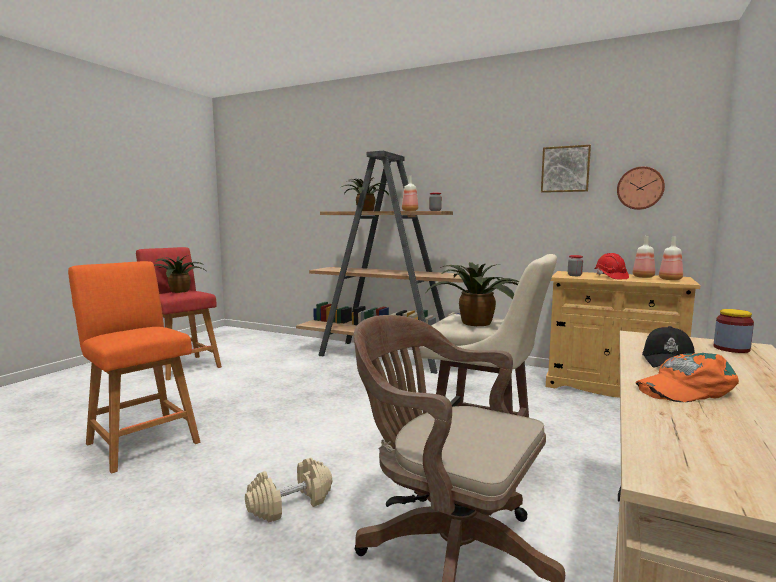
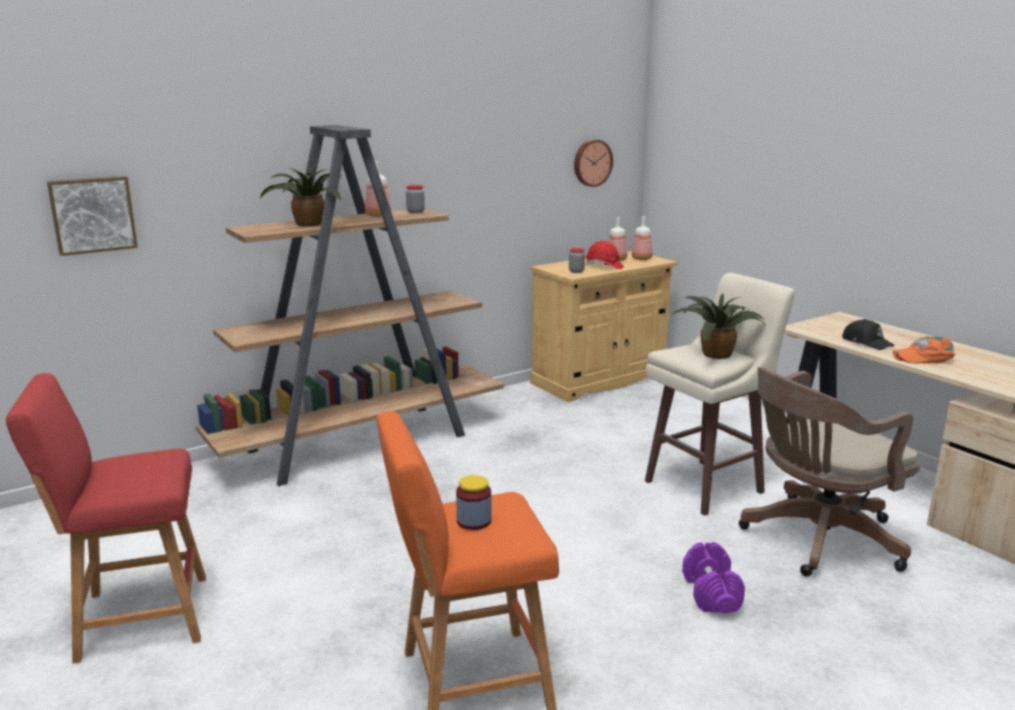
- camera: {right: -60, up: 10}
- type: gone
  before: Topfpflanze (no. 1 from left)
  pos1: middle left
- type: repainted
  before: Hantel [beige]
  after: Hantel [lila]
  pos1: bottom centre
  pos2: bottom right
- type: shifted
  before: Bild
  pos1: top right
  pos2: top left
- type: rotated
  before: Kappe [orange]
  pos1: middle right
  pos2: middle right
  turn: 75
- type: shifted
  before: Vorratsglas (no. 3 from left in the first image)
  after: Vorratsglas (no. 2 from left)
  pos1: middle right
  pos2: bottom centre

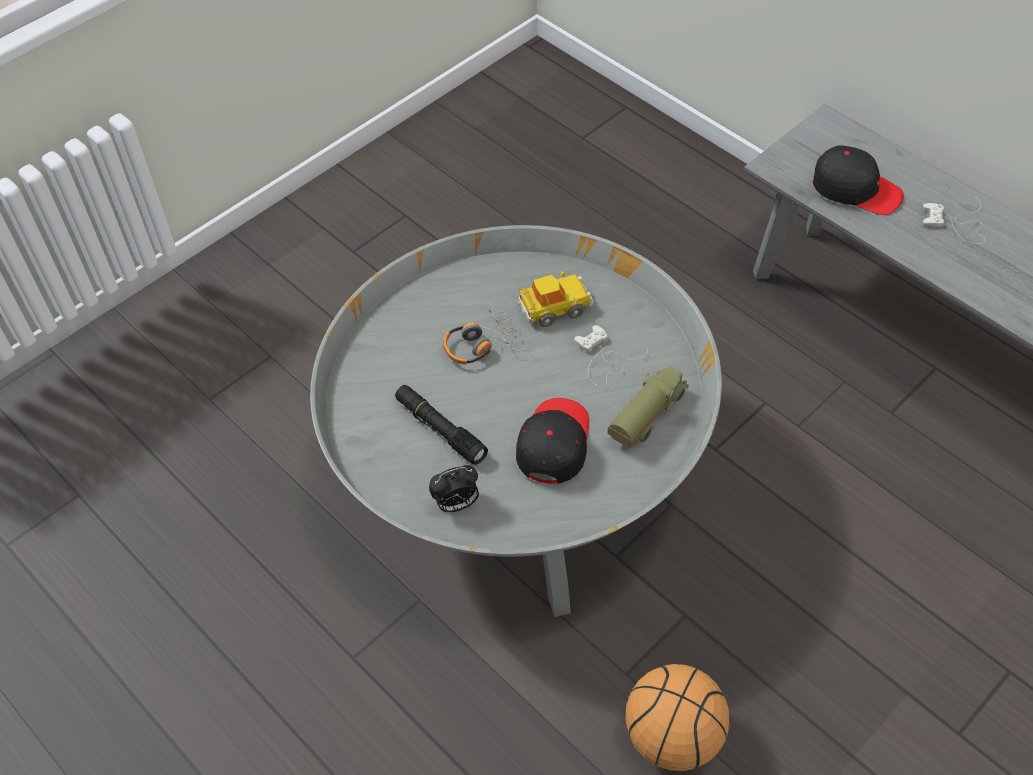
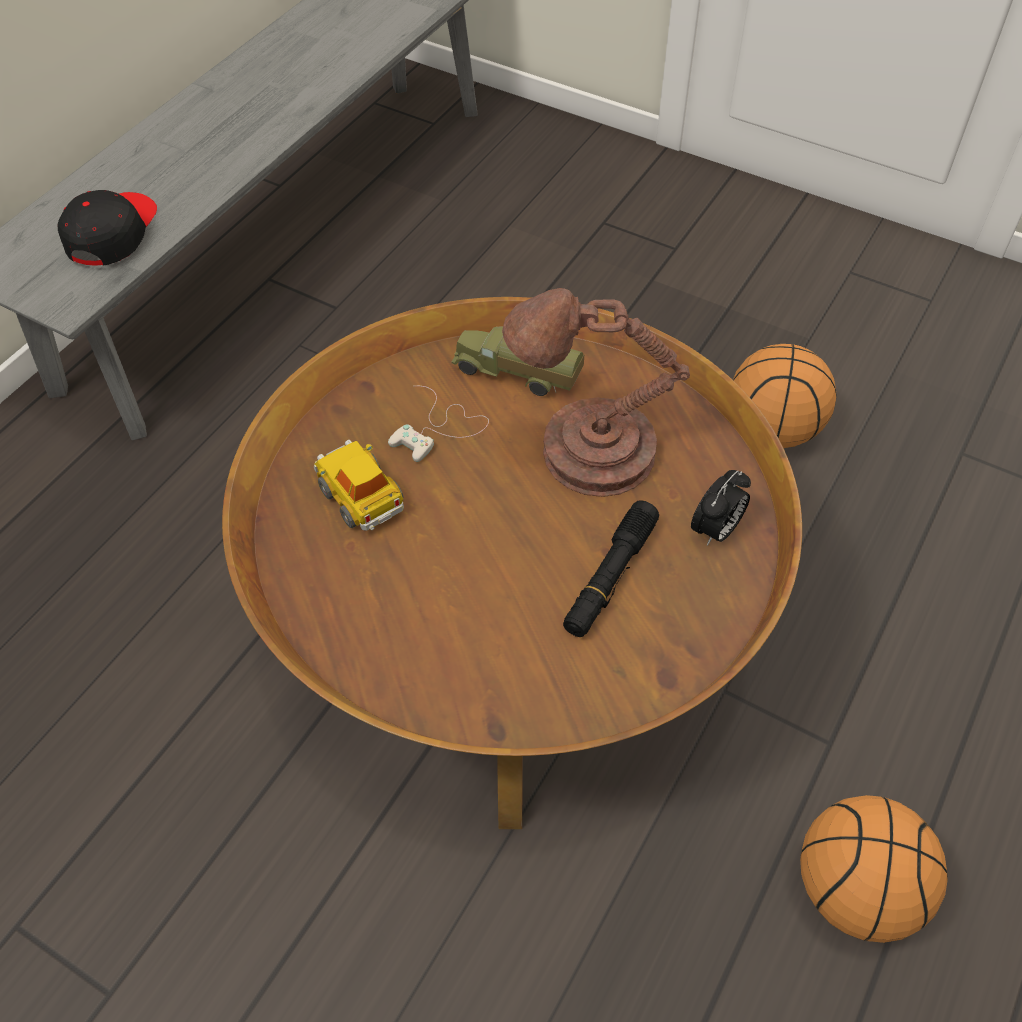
- camera: {right: -105, up: 0}
- type: repainted
  before: Couchtisch [grau]
  after: Couchtisch [braun]
  pos1: centre
  pos2: centre
- type: rotated
  before: Wecker
  pos1: centre
  pos2: middle right
  turn: 75
- type: gone
  before: Kopfhörer
  pos1: centre
- type: swapped
  before: Kappe [schwarz] (no. 1 from left)
  after: Tischlampe [braun]
  pos1: centre
  pos2: centre
- type: gone
  before: Gamepad [weiß] (no. 2 from left)
  pos1: top right
- type: new
  after: Basketball (no. 2 from left)
  pos2: bottom right

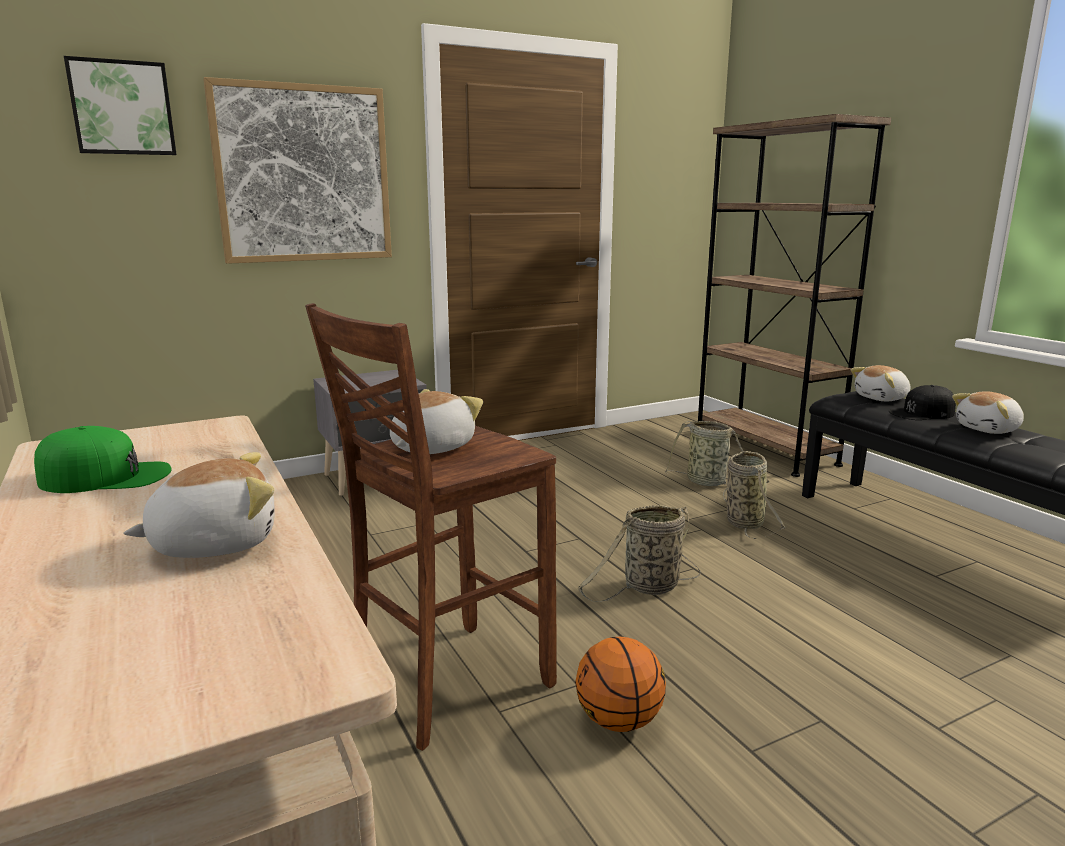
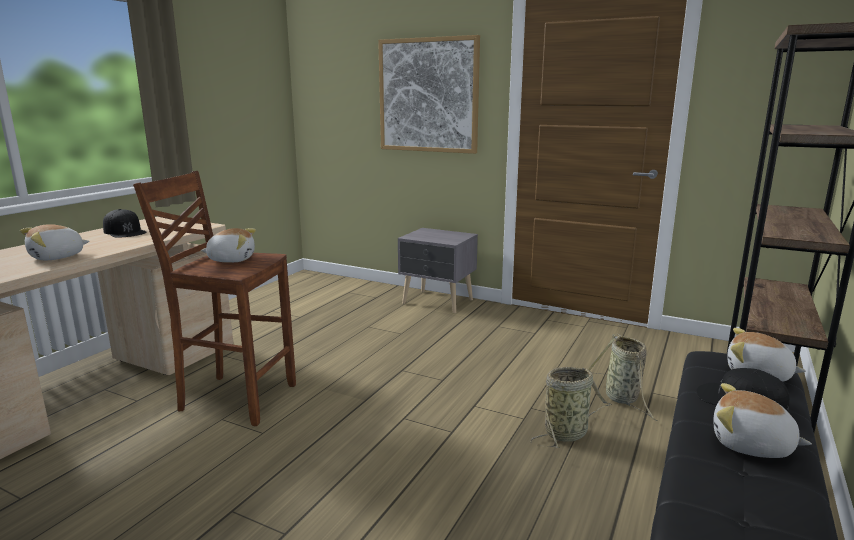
- camera: {right: 55, up: 0}
- type: repainted
  before: Kappe [grün]
  after: Kappe [schwarz] (no. 1 from left)
  pos1: middle left
  pos2: middle left
- type: gone
  before: Bild (no. 1 from left)
  pos1: top left
- type: rotated
  before: Plüschtier (no. 1 from left)
  pos1: middle left
  pos2: middle left
  turn: 105
- type: gone
  before: Basketball
  pos1: bottom centre
- type: gone
  before: Korb (no. 1 from left)
  pos1: centre

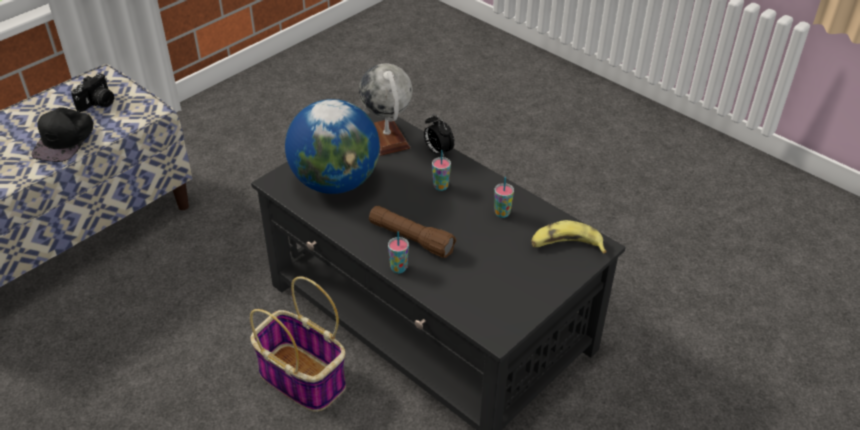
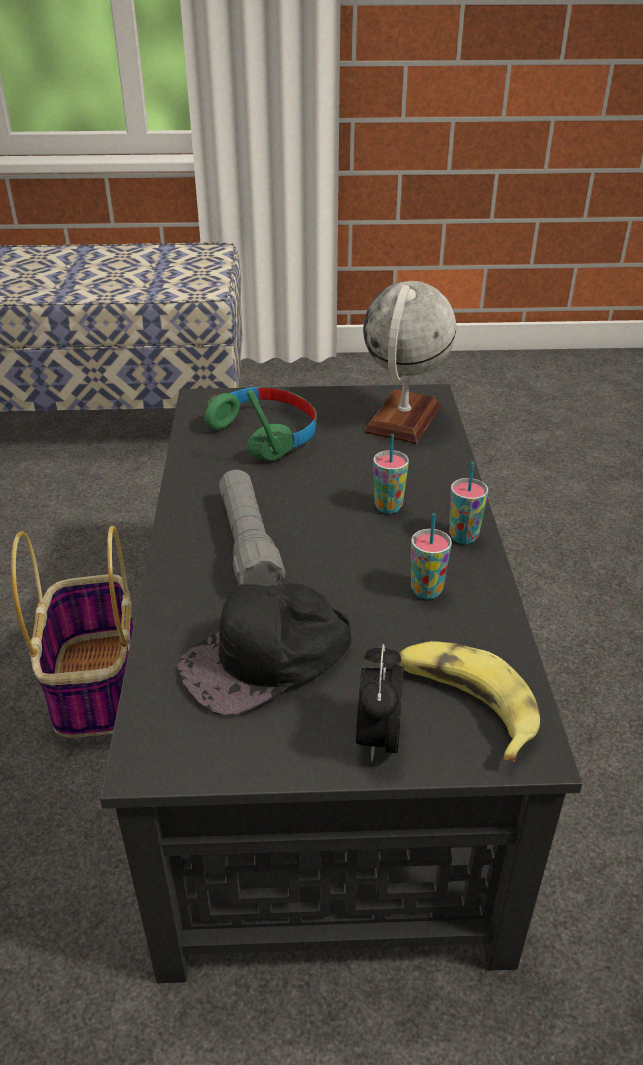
- camera: {right: 45, up: -5}
- type: shifted
  before: Kappe [schwarz]
  pos1: top left
  pos2: centre
- type: gone
  before: Kamera
  pos1: top left
- type: swapped
  before: Globus (no. 1 from left)
  after: Kopfhörer [grün]
  pos1: centre
  pos2: centre
- type: repainted
  before: Taschenlampe [braun]
  after: Taschenlampe [grau]
  pos1: centre
  pos2: centre
- type: shifted
  before: Tasse (no. 1 from left in the first image)
  after: Tasse (no. 3 from left)
  pos1: centre
  pos2: middle right
- type: shifted
  before: Wecker
  pos1: top centre
  pos2: centre

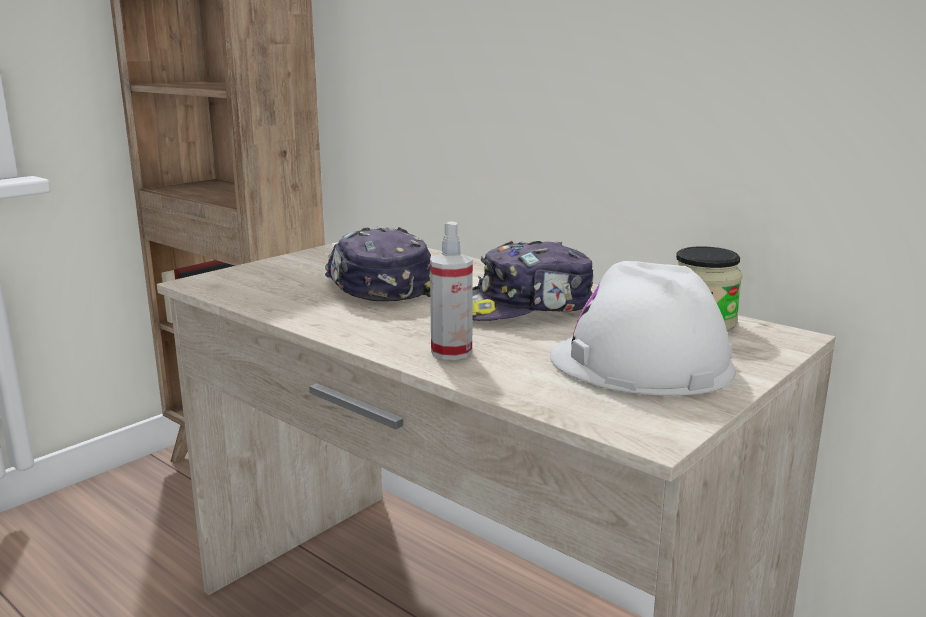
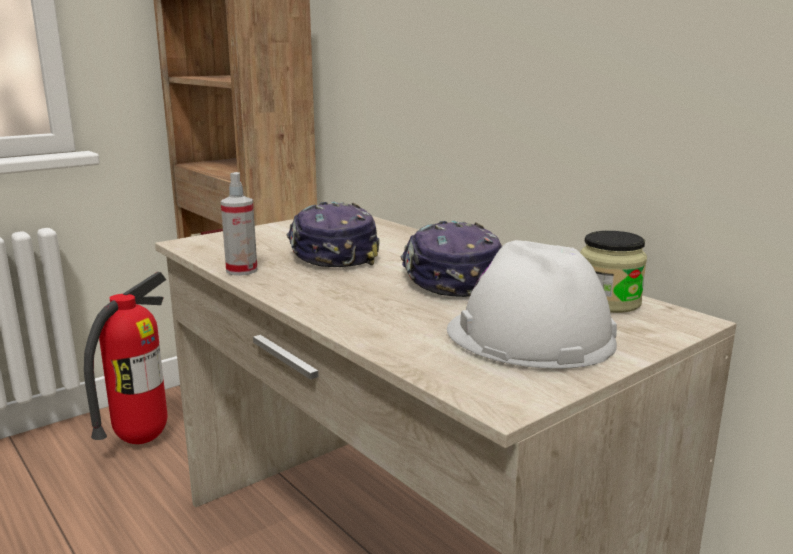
- camera: {right: 10, up: 0}
- type: shifted
  before: Sprühflasche
  pos1: centre
  pos2: middle left
- type: rotated
  before: Kappe (no. 2 from left)
  pos1: centre
  pos2: centre
  turn: 90
- type: new
  after: Feuerlöscher
  pos2: middle left

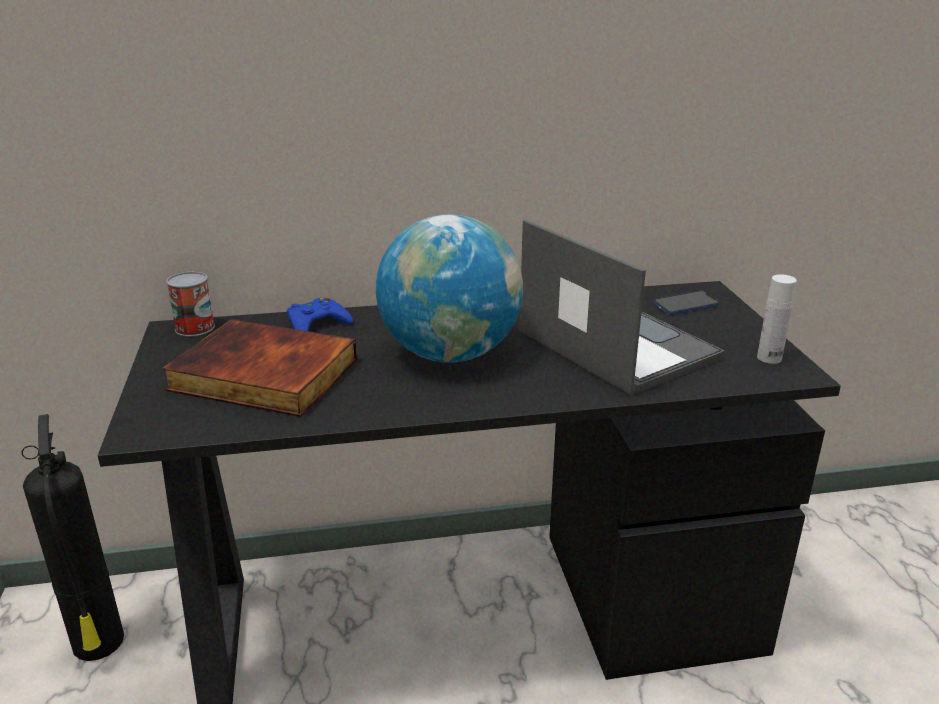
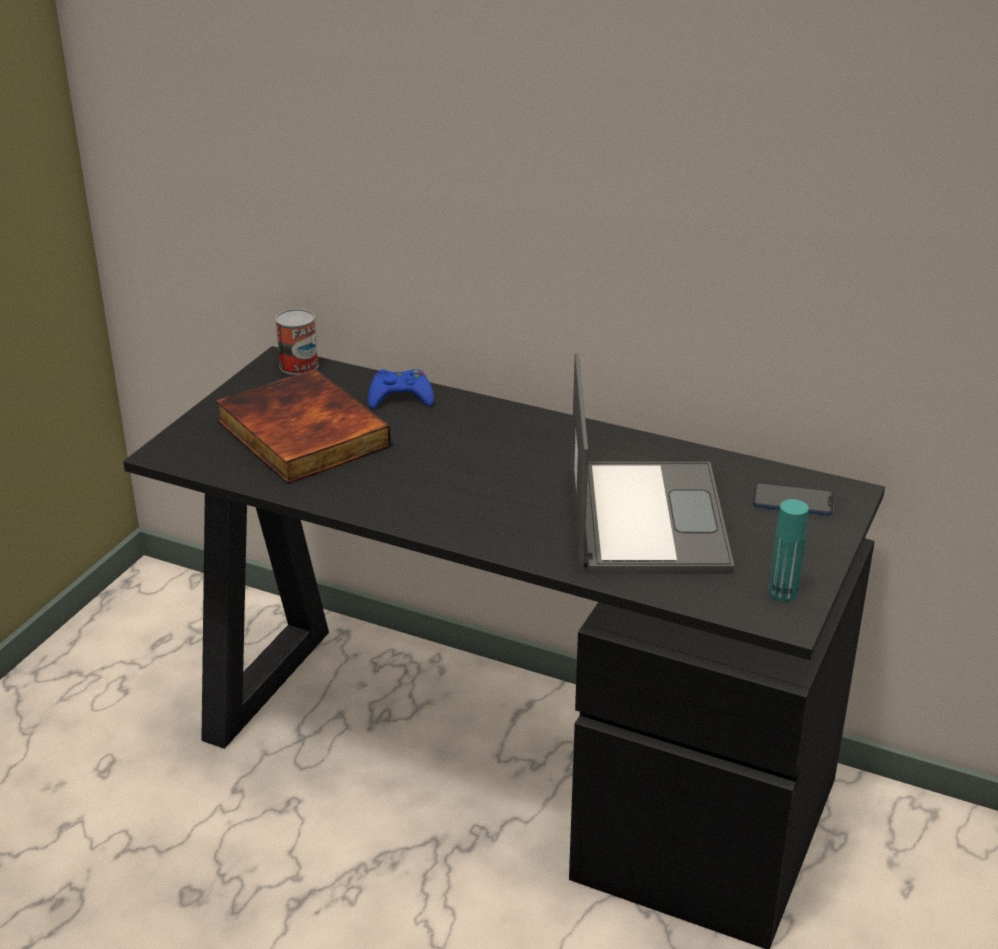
- camera: {right: 35, up: 5}
- type: gone
  before: Feuerlöscher
  pos1: bottom left
- type: gone
  before: Globus
  pos1: centre
- type: repainted
  before: Flasche [weiß]
  after: Flasche [türkis]
  pos1: middle right
  pos2: middle right

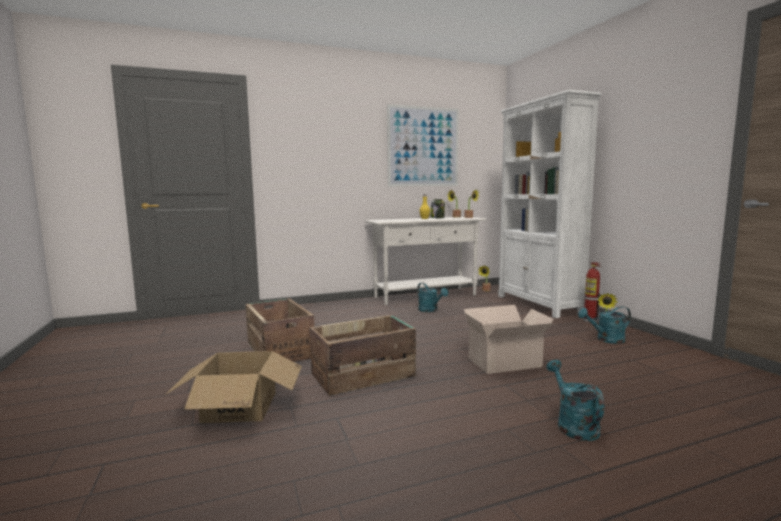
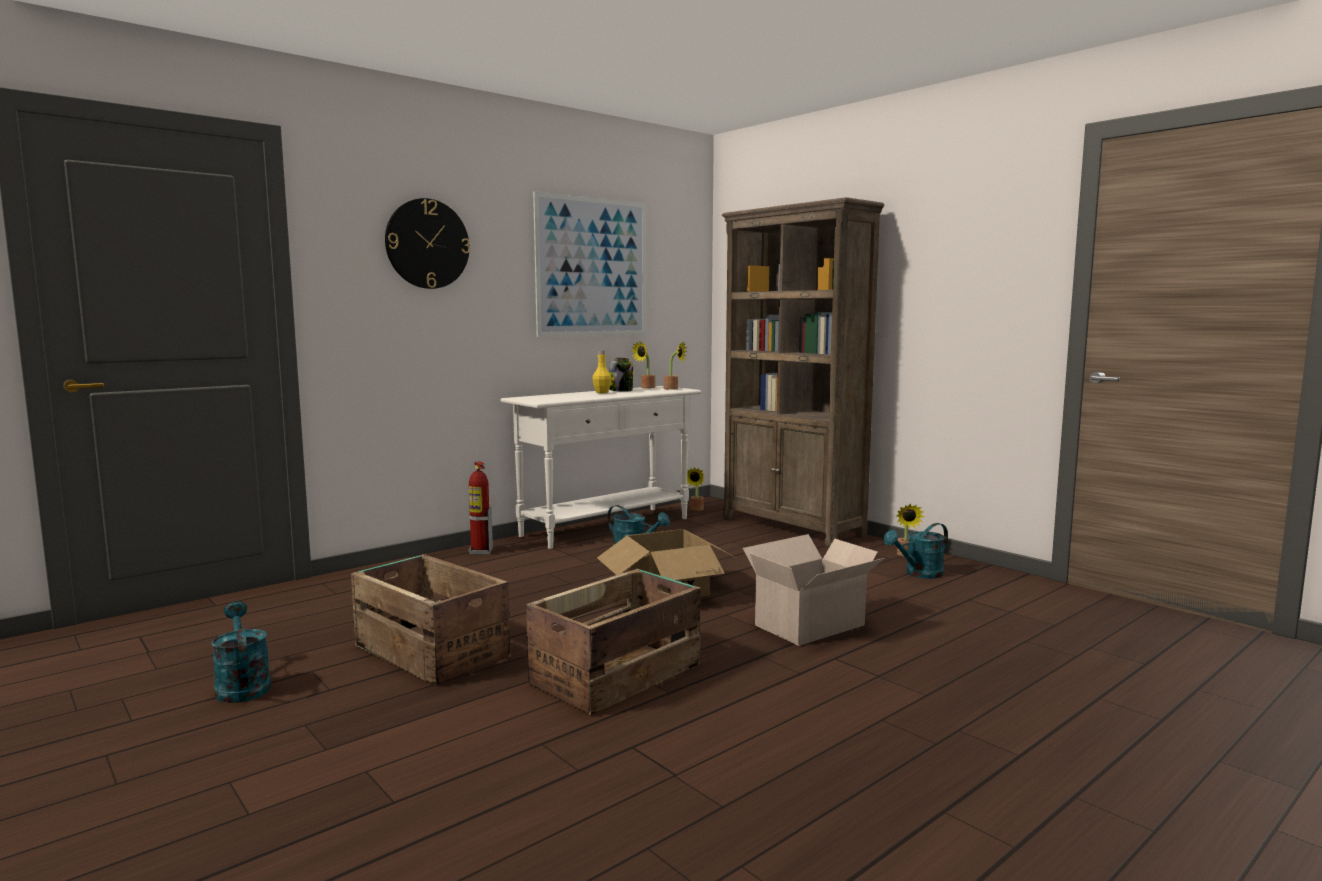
- camera: {right: -20, up: 0}
- type: shifted
  before: Karton (no. 1 from left)
  pos1: bottom left
  pos2: centre
- type: repainted
  before: Bücherregal [weiß]
  after: Bücherregal [braun]
  pos1: middle right
  pos2: centre
- type: shifted
  before: Gießkanne [türkis] (no. 2 from left in the first image)
  after: Gießkanne [türkis] (no. 1 from left)
  pos1: bottom right
  pos2: bottom left
- type: shifted
  before: Feuerlöscher
  pos1: middle right
  pos2: centre
- type: new
  after: Wanduhr
  pos2: top left

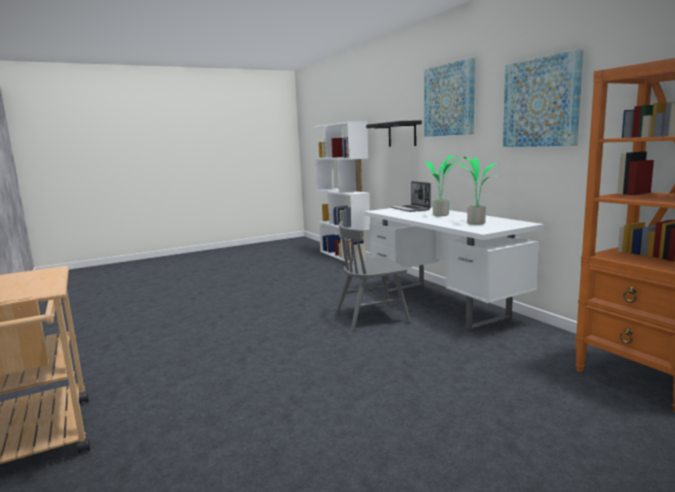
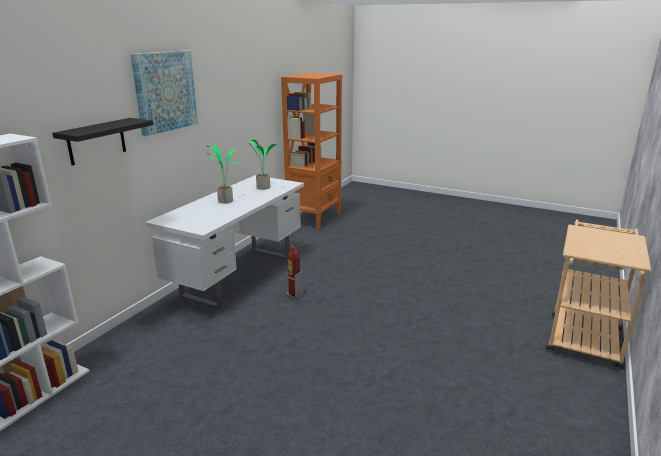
- camera: {right: -125, up: 10}
- type: swapped
  before: Stuhl [grau]
  after: Feuerlöscher
  pos1: centre
  pos2: centre
- type: gone
  before: Laptop
  pos1: centre
- type: gone
  before: Bild (no. 2 from left)
  pos1: top right

